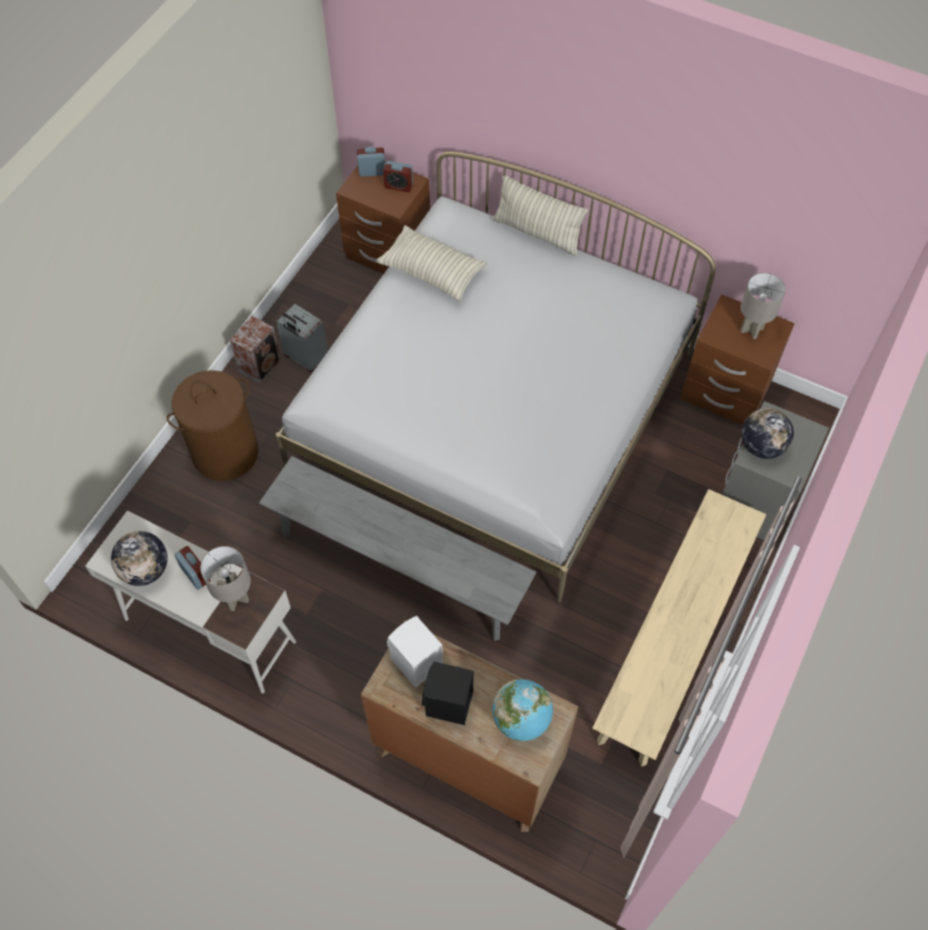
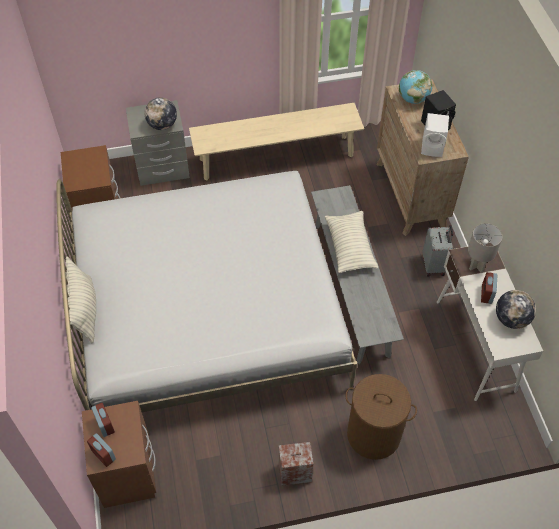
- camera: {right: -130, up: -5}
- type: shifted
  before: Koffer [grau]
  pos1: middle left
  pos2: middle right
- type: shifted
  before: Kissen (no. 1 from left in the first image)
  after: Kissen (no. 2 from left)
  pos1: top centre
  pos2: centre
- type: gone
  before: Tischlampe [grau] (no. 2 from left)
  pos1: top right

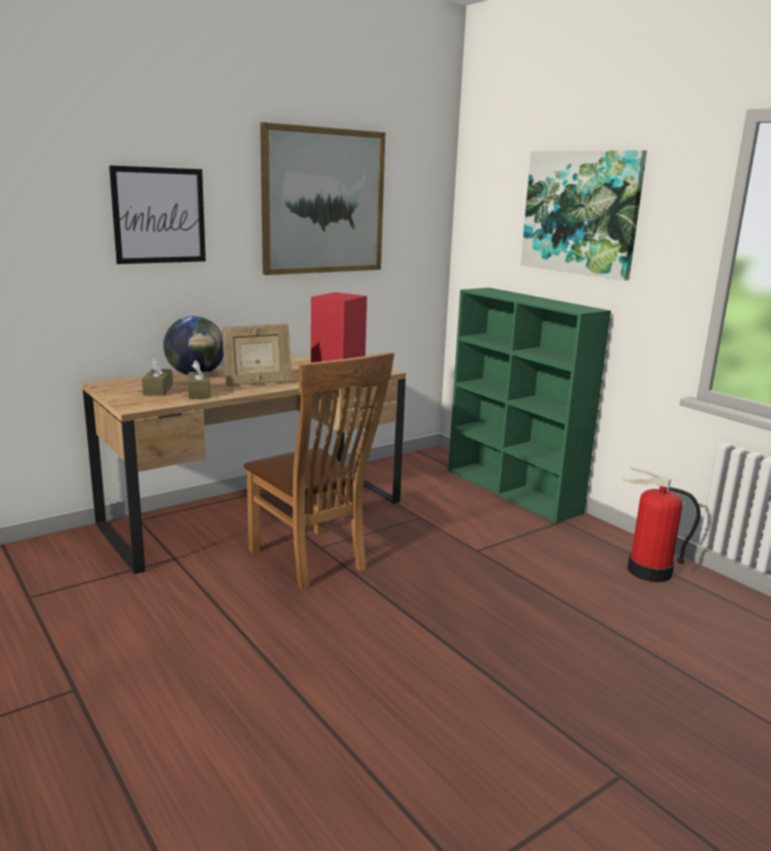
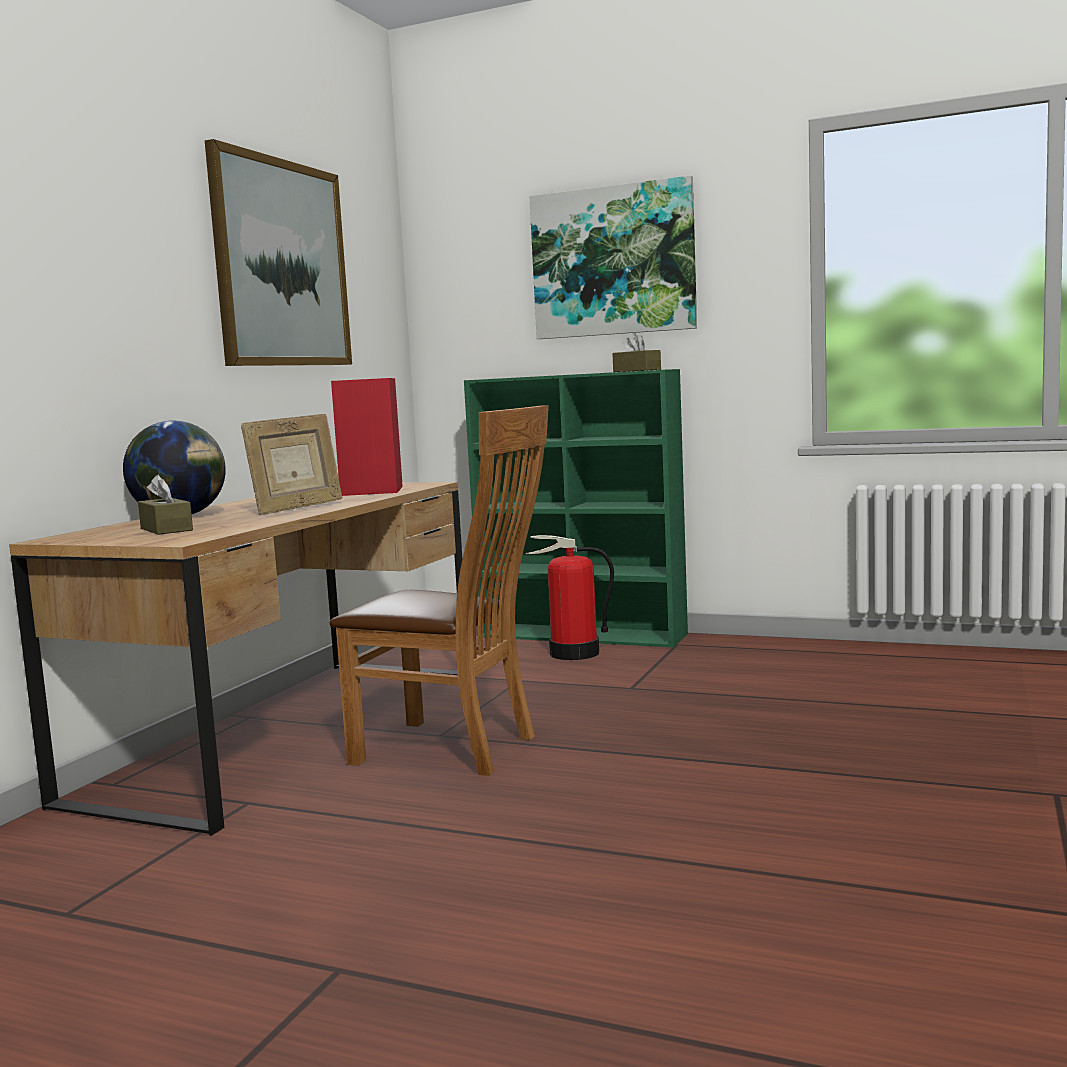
- camera: {right: -30, up: -10}
- type: gone
  before: Bild (no. 1 from left)
  pos1: top left
- type: shifted
  before: Taschentuchbox [braun] (no. 2 from left)
  pos1: middle left
  pos2: top centre
- type: shifted
  before: Feuerlöscher
  pos1: middle right
  pos2: centre

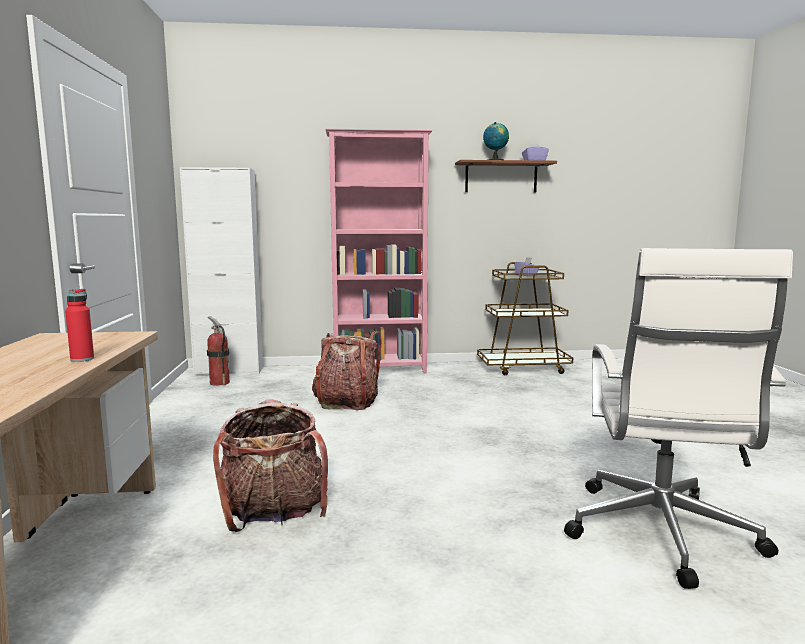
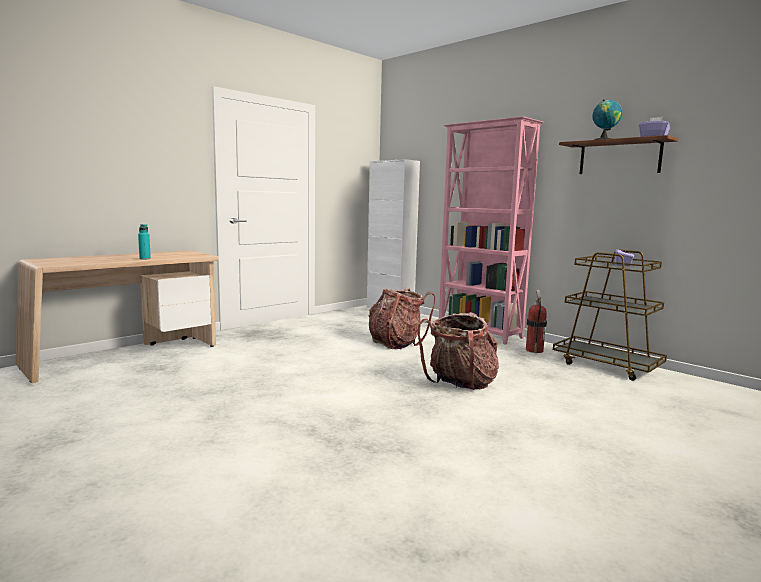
- camera: {right: 50, up: 0}
- type: repainted
  before: Flasche [rot]
  after: Flasche [türkis]
  pos1: middle left
  pos2: middle left
- type: shifted
  before: Feuerlöscher
  pos1: middle left
  pos2: middle right
- type: shifted
  before: Rucksack (no. 1 from left in the first image)
  after: Rucksack (no. 2 from left)
  pos1: bottom centre
  pos2: centre
- type: gone
  before: Bürostuhl [weiß]
  pos1: middle right

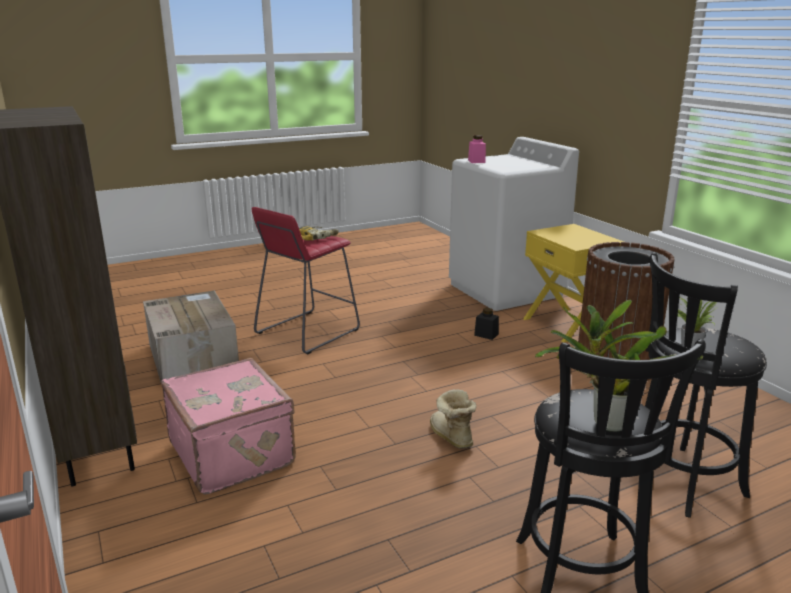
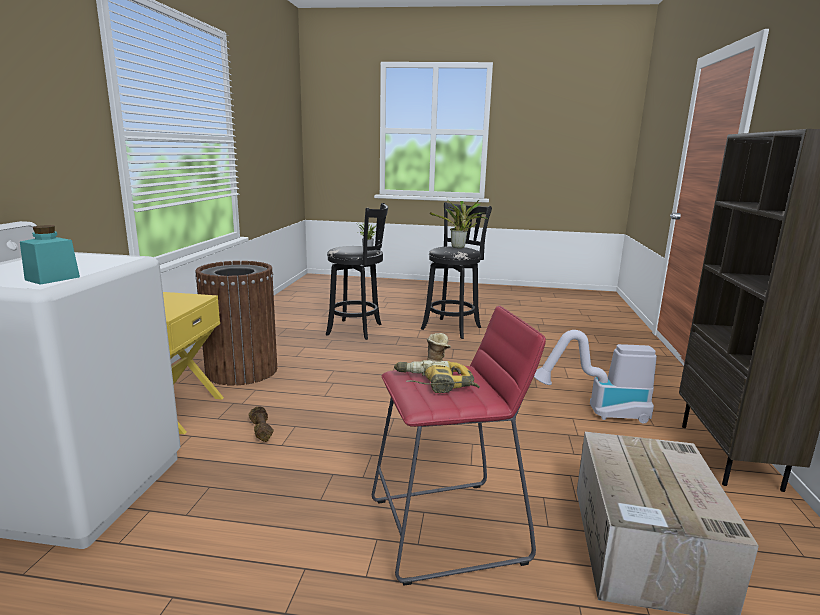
- camera: {right: -145, up: -5}
- type: swapped
  before: Koffer [rosa]
  after: Staubsauger
  pos1: bottom left
  pos2: middle right
- type: repainted
  before: Vorratsglas [rosa]
  after: Vorratsglas [türkis]
  pos1: top centre
  pos2: middle left
- type: swapped
  before: Vorratsglas [schwarz]
  after: Hantel [braun]
  pos1: centre
  pos2: bottom left

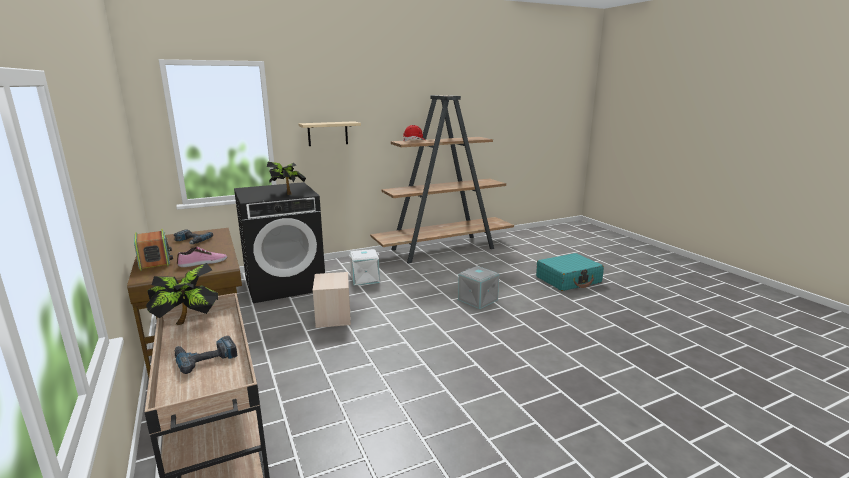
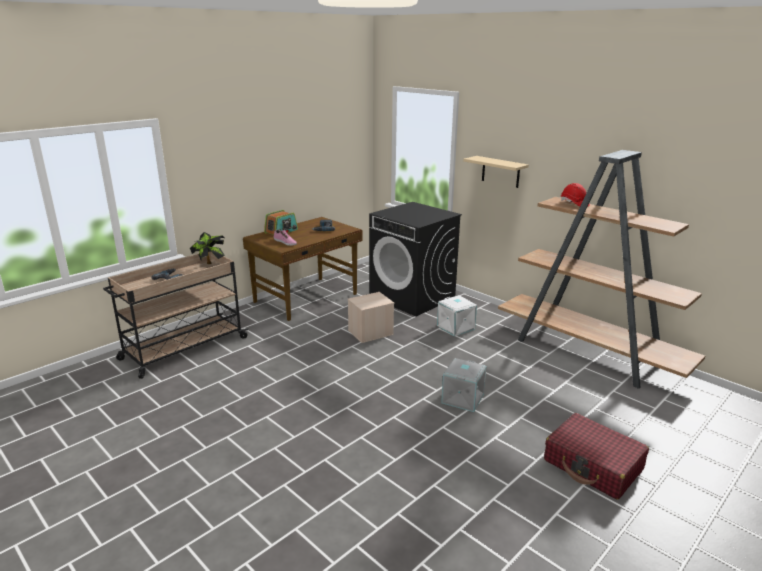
- camera: {right: 70, up: 5}
- type: gone
  before: Topfpflanze (no. 2 from left)
  pos1: centre
- type: repainted
  before: Koffer [türkis]
  after: Koffer [rot]
  pos1: middle right
  pos2: bottom right

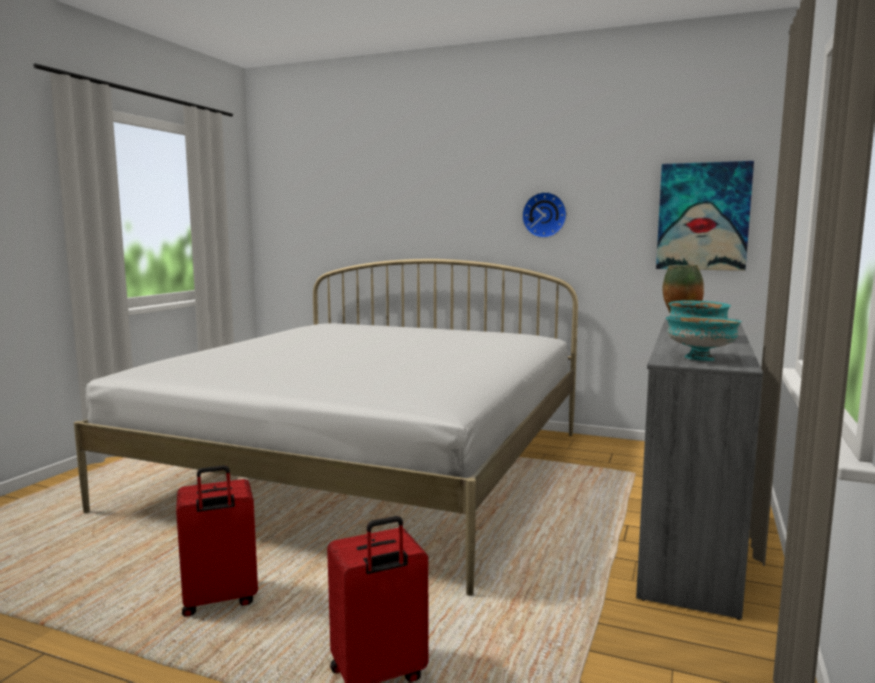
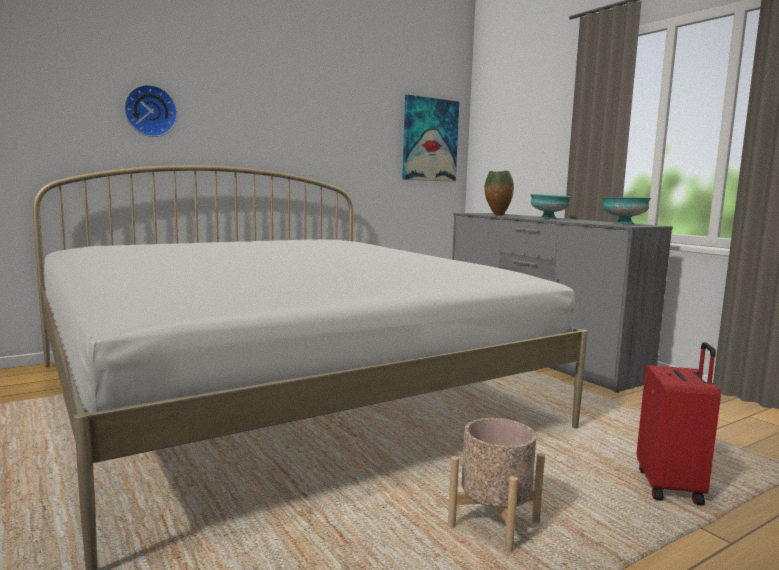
- camera: {right: -55, up: 0}
- type: swapped
  before: Koffer [rot] (no. 1 from left)
  after: Pflanzkübel [beige]
  pos1: bottom left
  pos2: bottom centre
- type: shifted
  before: Wanduhr
  pos1: top centre
  pos2: top left

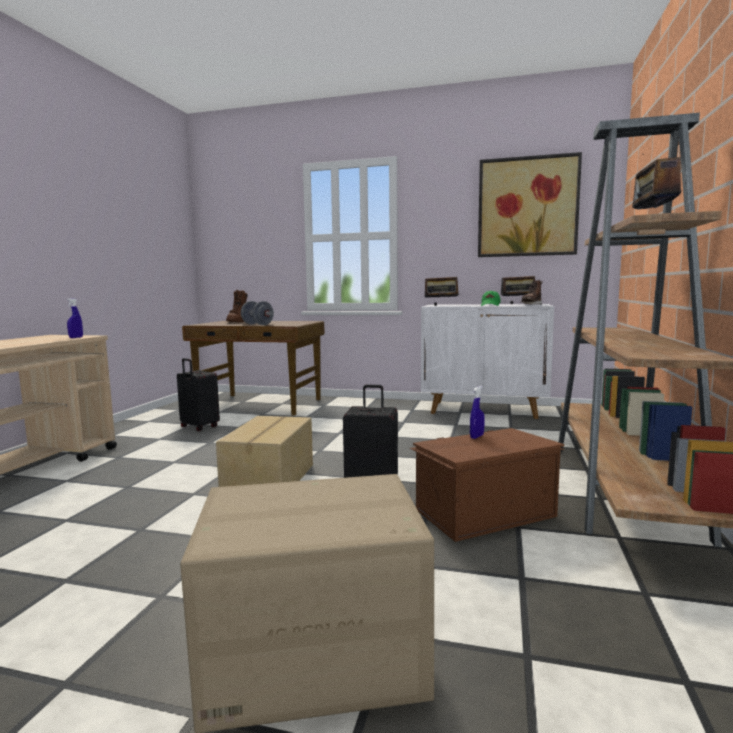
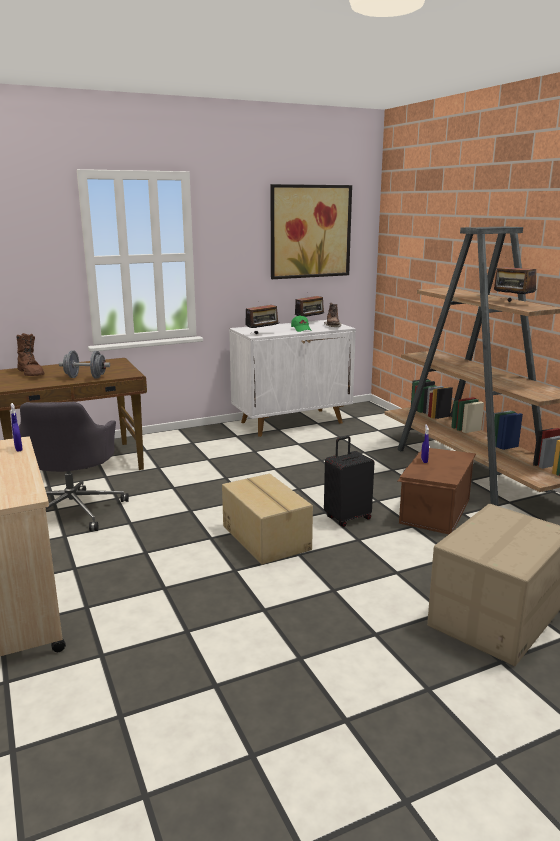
- camera: {right: -40, up: 10}
- type: swapped
  before: Koffer [schwarz] (no. 1 from left)
  after: Bürostuhl [grau]
  pos1: middle left
  pos2: middle left

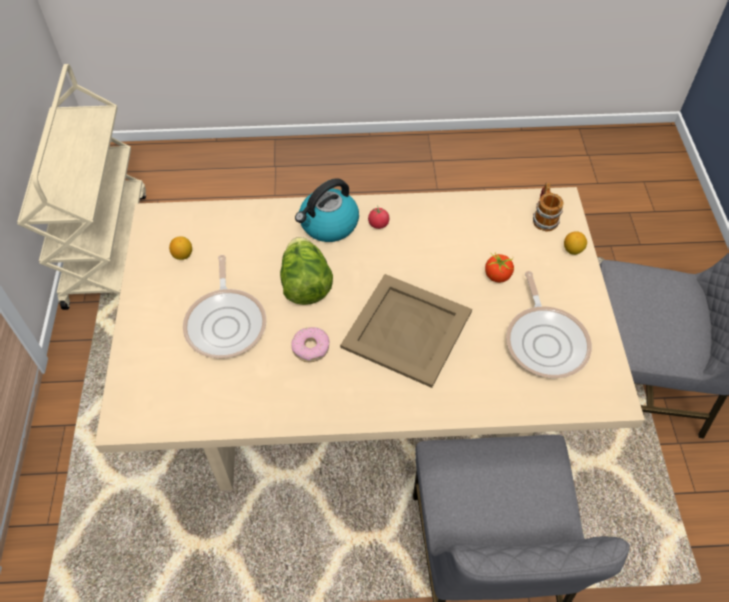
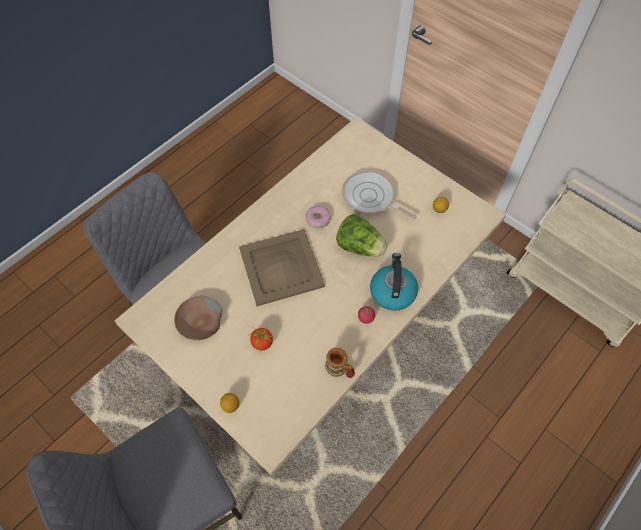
- camera: {right: 135, up: 5}
- type: swapped
  before: Pfanne (no. 2 from left)
  after: Schüssel [braun]
  pos1: middle right
  pos2: middle left
- type: shifted
  before: Henkelbecher
  pos1: middle right
  pos2: bottom centre

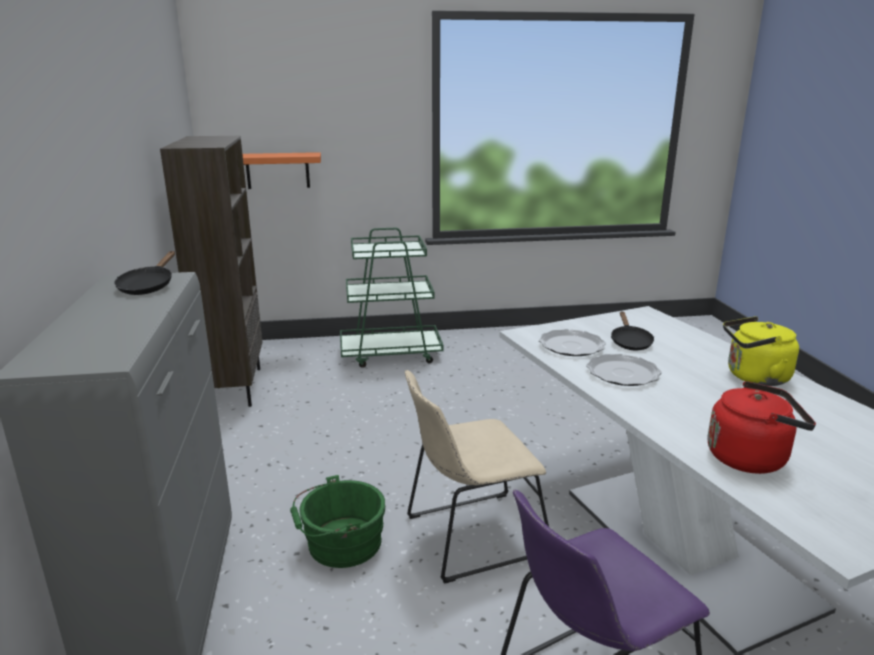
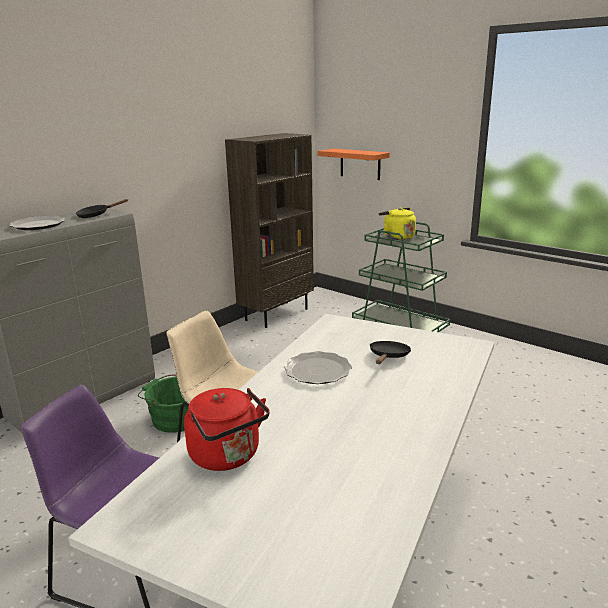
- camera: {right: 50, up: 0}
- type: shifted
  before: Teller (no. 1 from left)
  pos1: centre
  pos2: middle left
- type: rotated
  before: Pfanne [schwarz] (no. 2 from left)
  pos1: middle right
  pos2: centre
  turn: 150
- type: shifted
  before: Wasserkessel [gelb]
  pos1: middle right
  pos2: centre

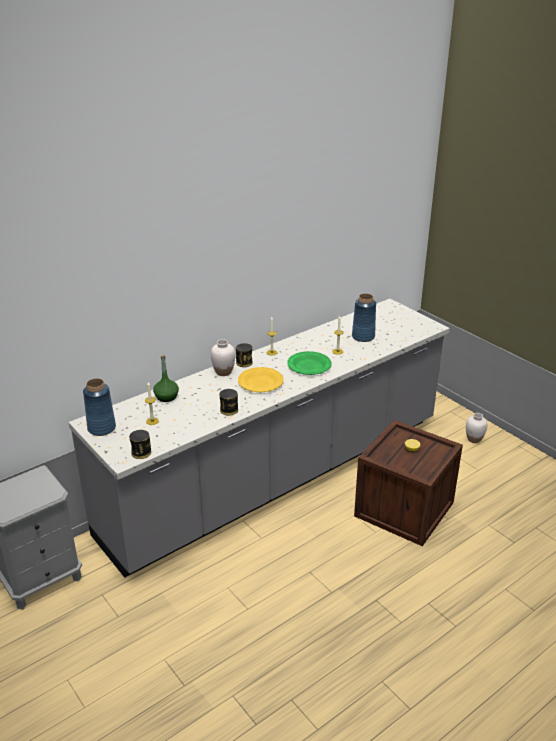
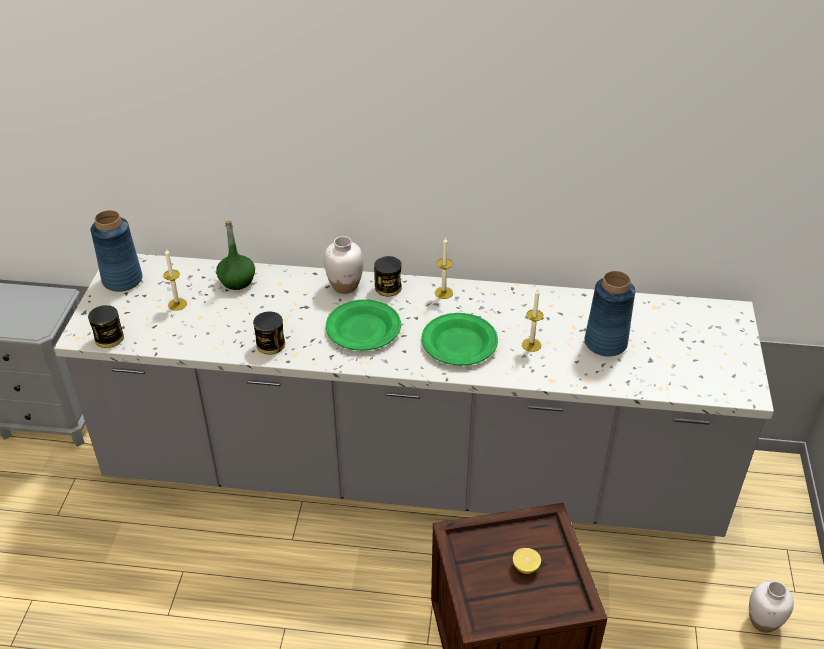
- camera: {right: 45, up: 10}
- type: repainted
  before: Teller [gelb]
  after: Teller [grün] (no. 1 from left)
  pos1: centre
  pos2: centre

